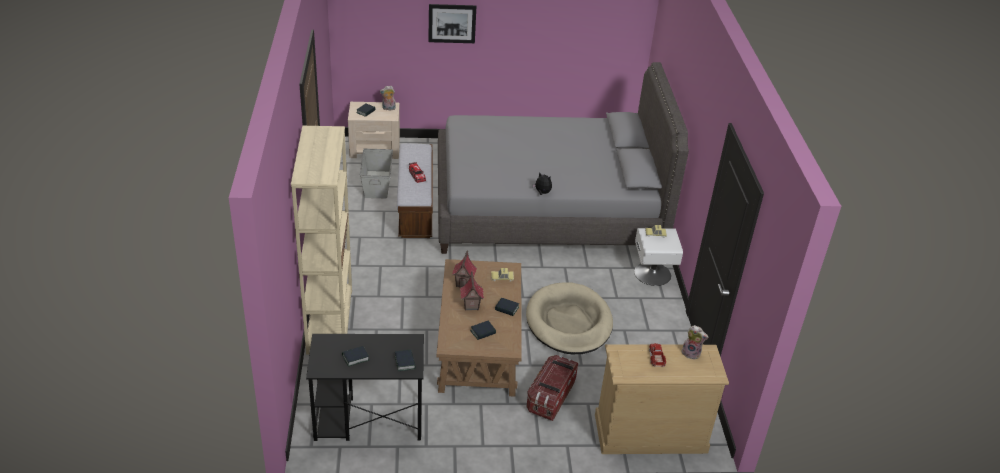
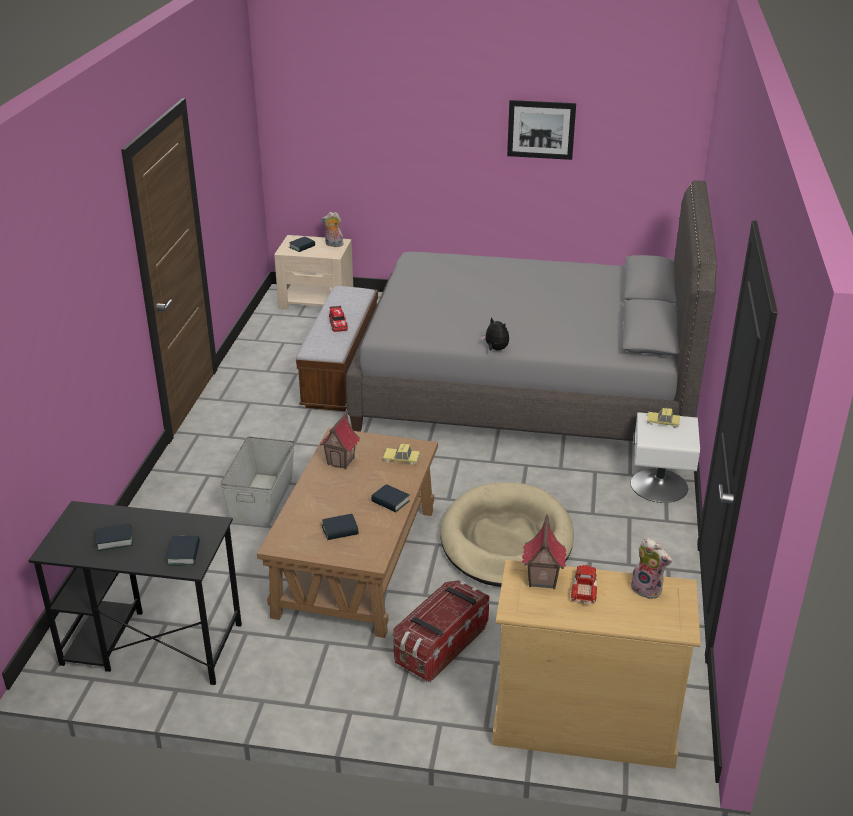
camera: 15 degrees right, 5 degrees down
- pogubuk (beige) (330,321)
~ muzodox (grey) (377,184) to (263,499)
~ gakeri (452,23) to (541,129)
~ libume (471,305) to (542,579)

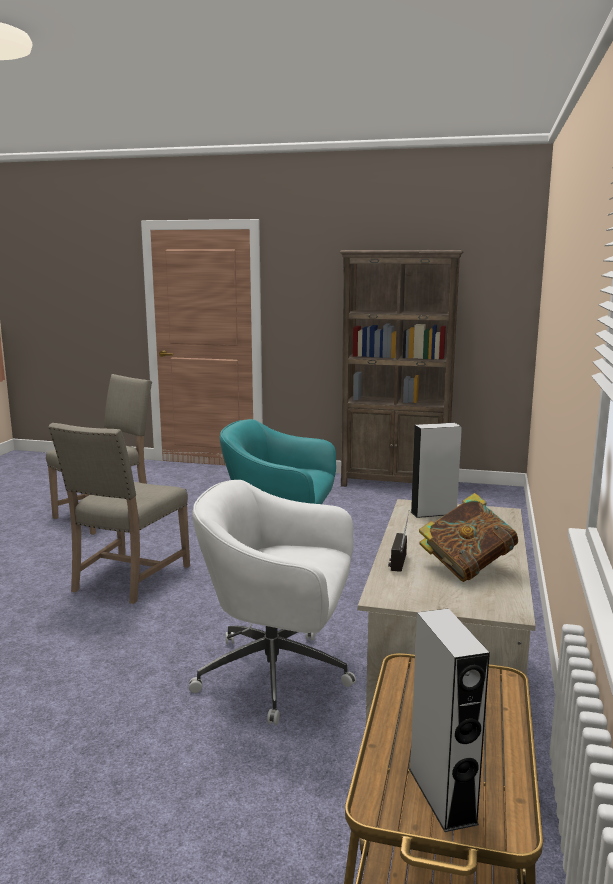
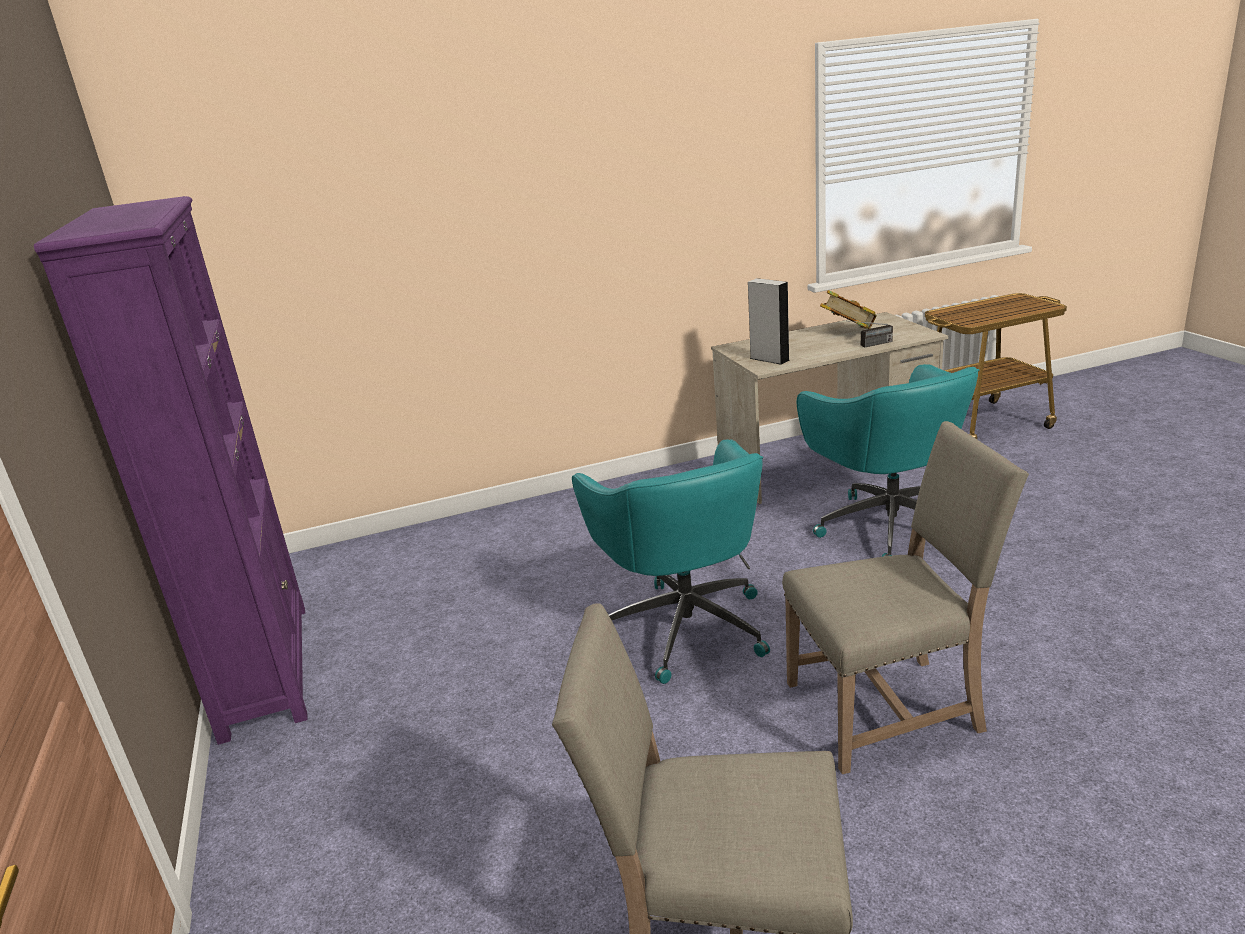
camera: 120 degrees left, 10 degrees up
~ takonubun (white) (278,675) to takonubun (turquoise) (888,525)
~ pogubuk (brown) (395,484) to pogubuk (purple) (266,668)
- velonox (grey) (442,795)

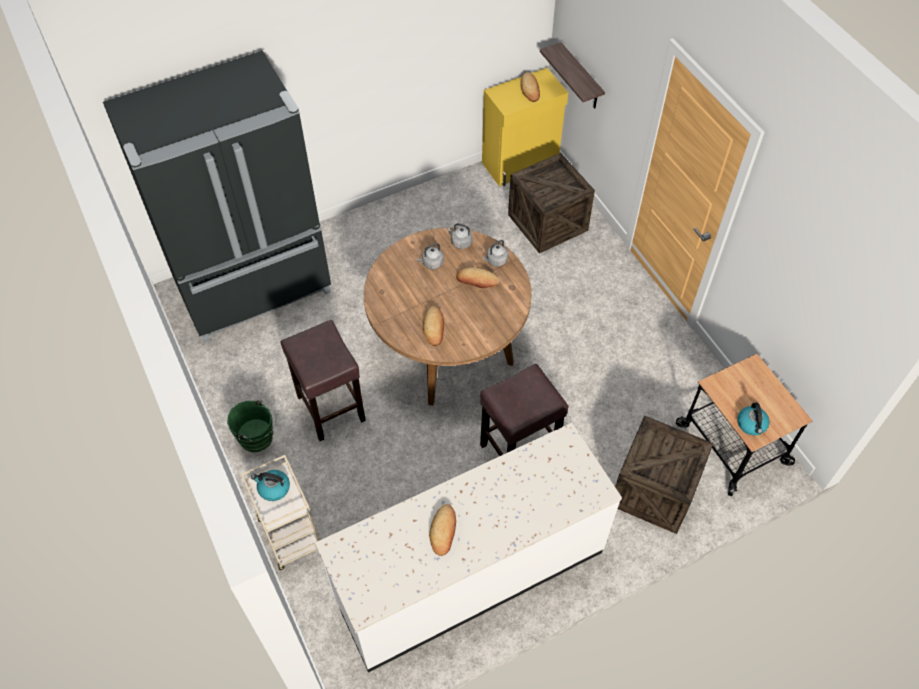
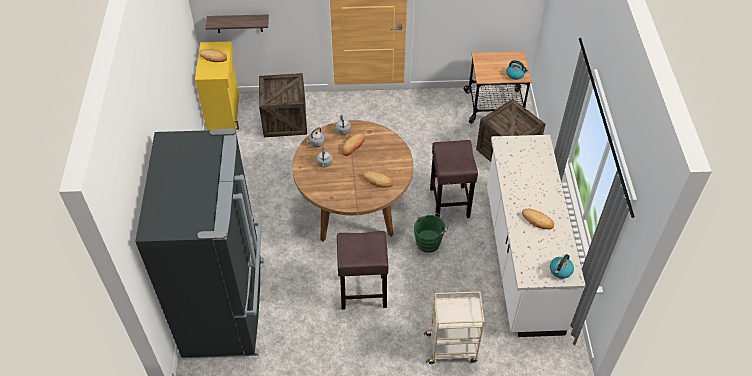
camera: 65 degrees left, 5 degrees down
~ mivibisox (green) (258,439) to (429,241)
~ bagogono (273,488) to (560,271)

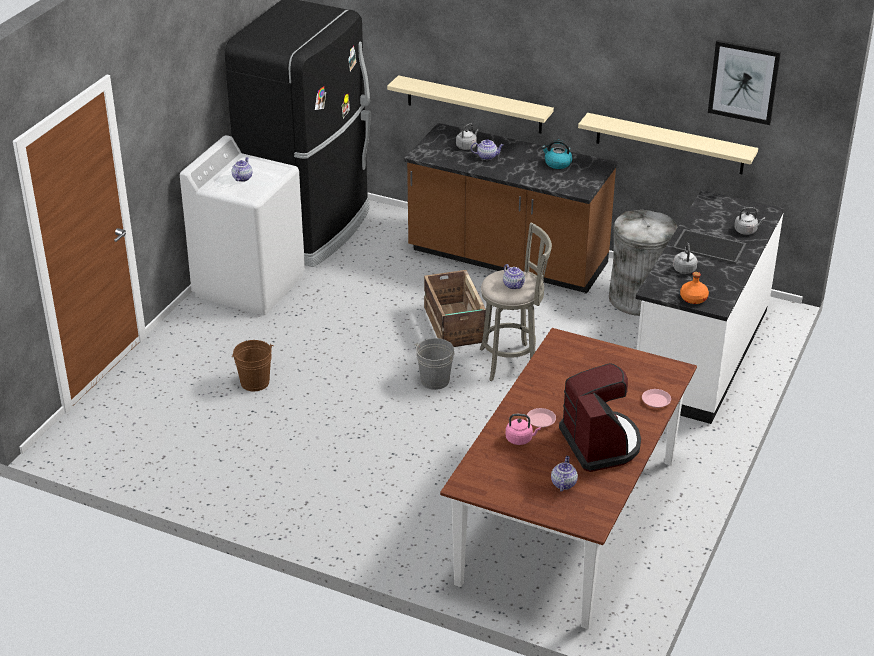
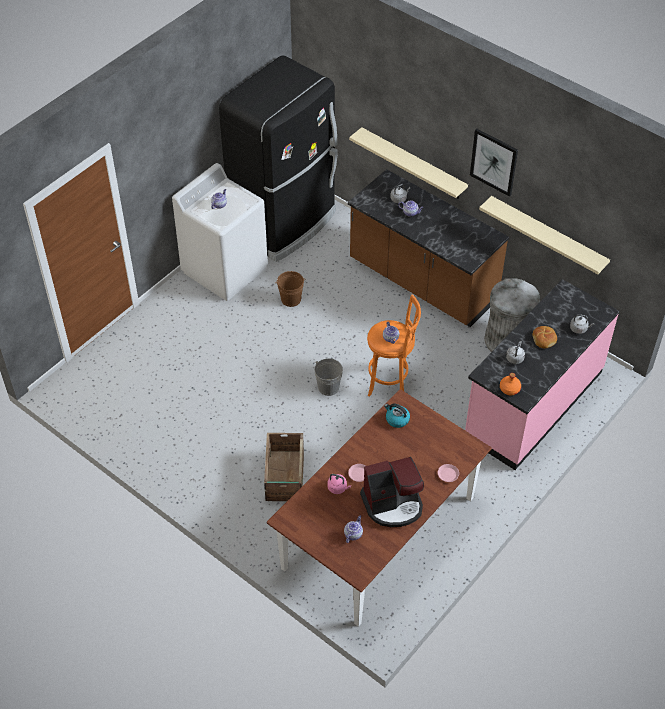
camera: 15 degrees right, 15 degrees up
~ mivibisox (brown) (255,382) to (291,299)
~ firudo (454,326) to (284,477)
~ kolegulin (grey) (512,362) to kolegulin (orange) (390,381)
~ bagogono (557,163) to (397,419)
~ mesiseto (601,443) = (393,504) 75 degrees clockwise
~ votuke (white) (699,354) to votuke (pink) (532,403)
~ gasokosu (710,246) to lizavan (544,339)
~ gakeri (744,82) to (494,162)

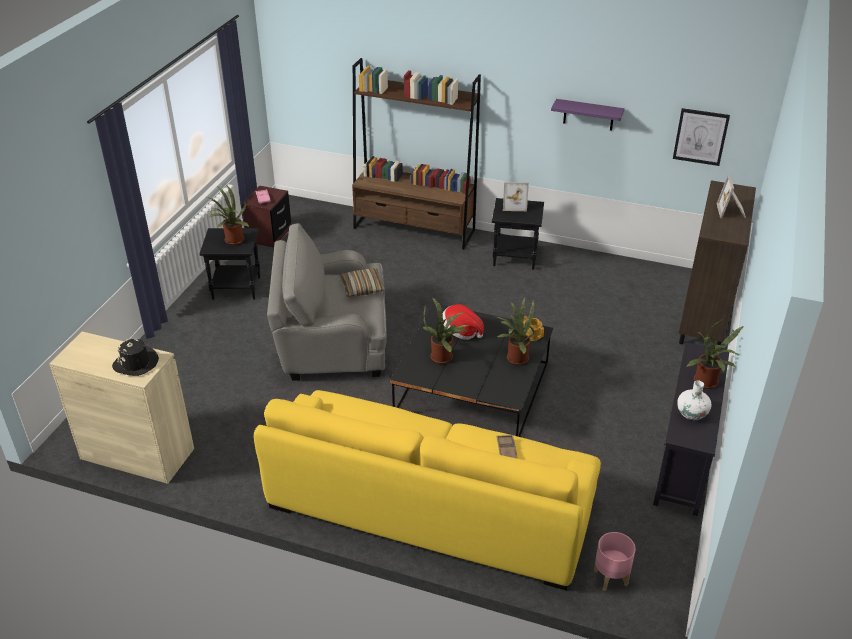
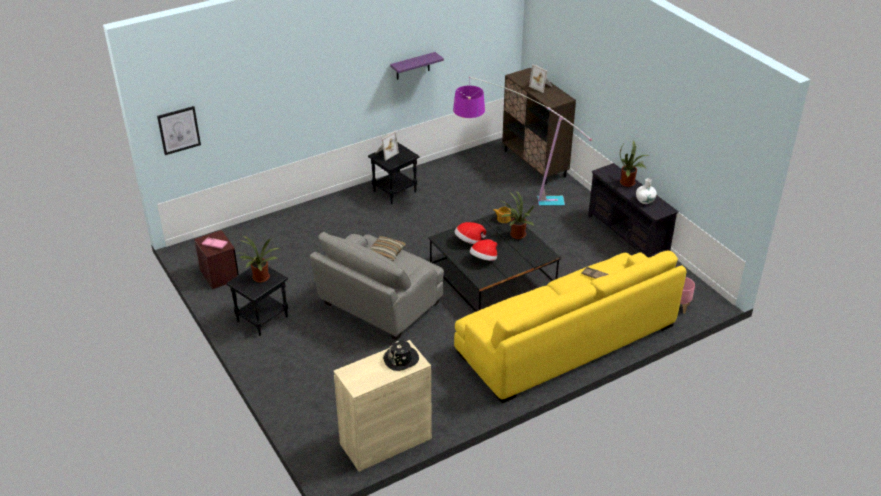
camera: 50 degrees left, 0 degrees up
- pogubuk (brown) (414,229)
~ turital (444,357) to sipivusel (484,259)
~ gakeri (700,136) to (179,130)
+ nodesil (504,201)

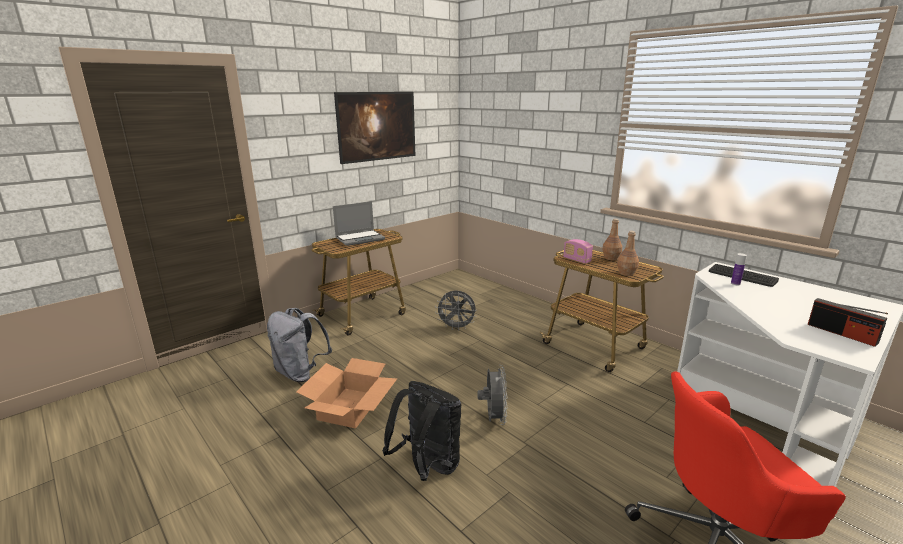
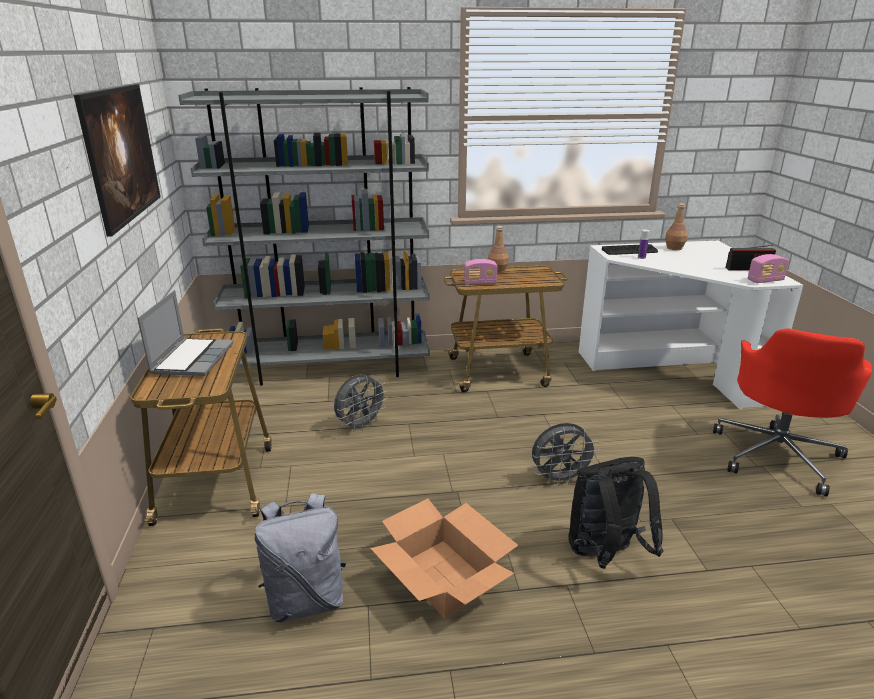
camera: 55 degrees left, 5 degrees up
~ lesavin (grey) (493,418) = (560,479) 135 degrees clockwise
~ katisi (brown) (626,273) to (674,248)
+ pogubuk (grey) (331,368)
+ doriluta (765,281)

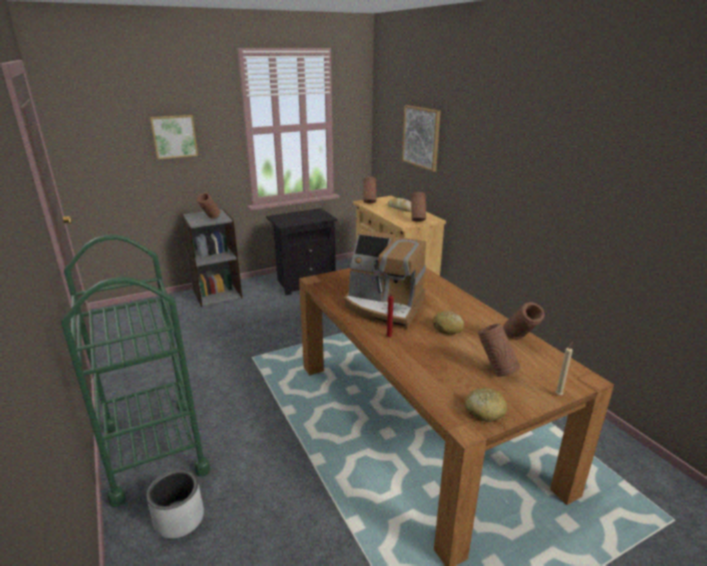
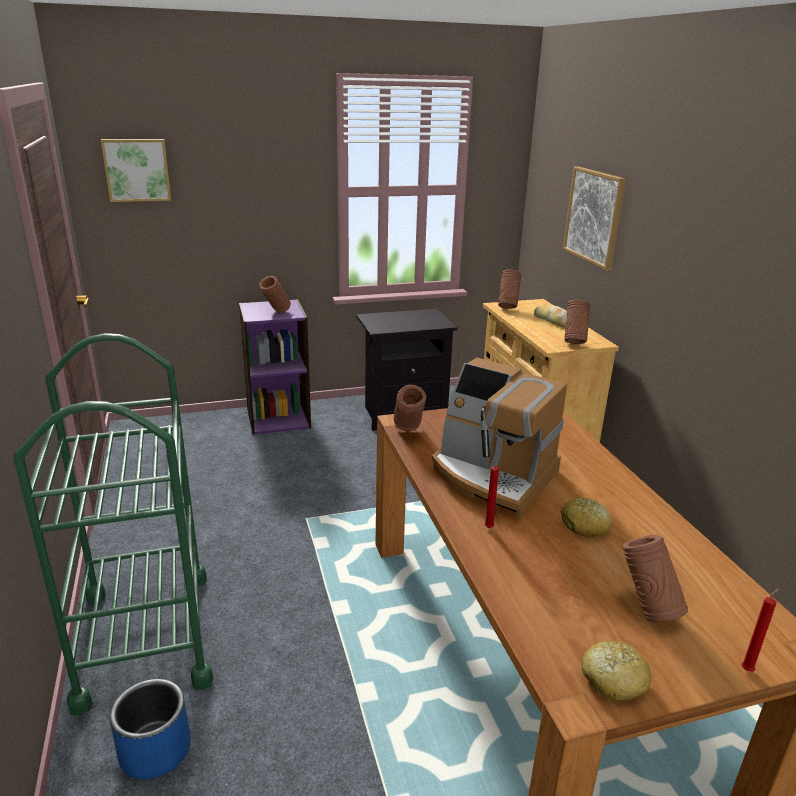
camera: 10 degrees right, 0 degrees up
~ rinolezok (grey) (179,518) to rinolezok (blue) (155,749)
~ gakeri (174,136) to (137,170)
~ pogubuk (grey) (217,294) to pogubuk (purple) (278,418)
~ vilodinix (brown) (519,341) to (408,433)
~ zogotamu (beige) (559,394) to zogotamu (red) (748,669)

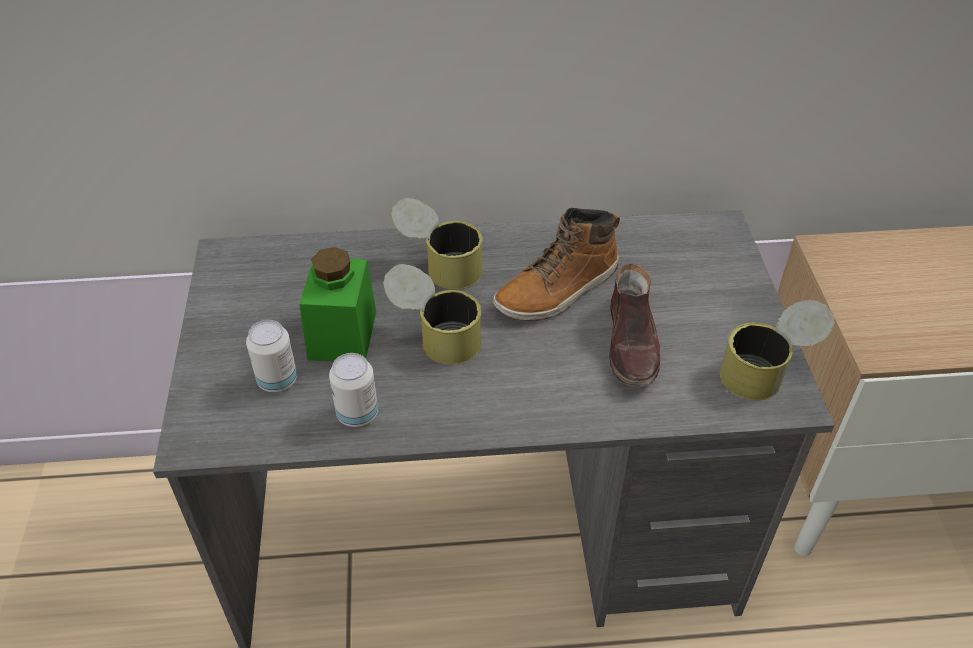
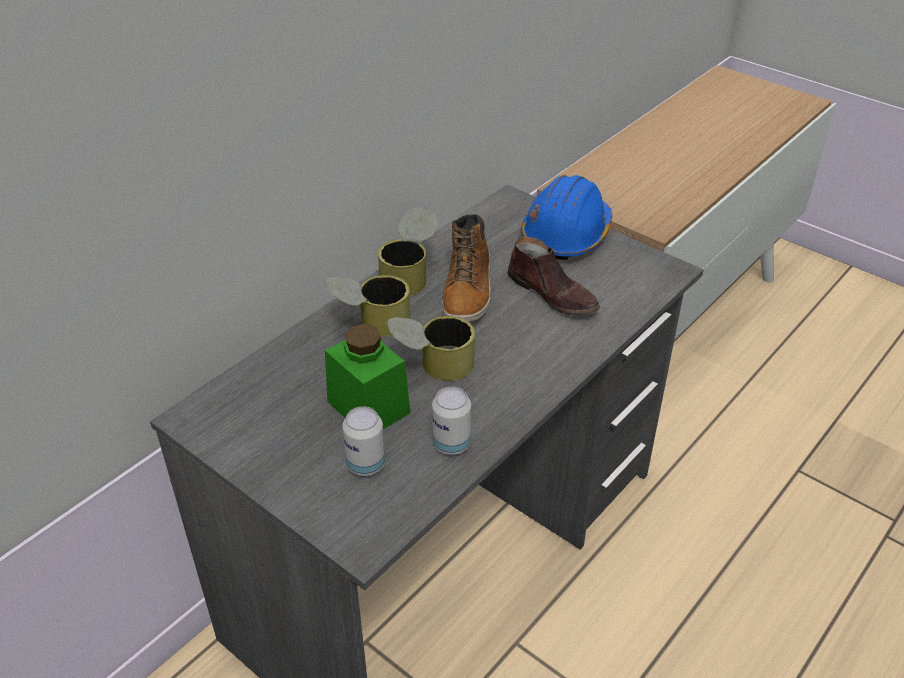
camera: 45 degrees left, 5 degrees down
~ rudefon (767,372) to (410,274)
+ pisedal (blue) (566,235)

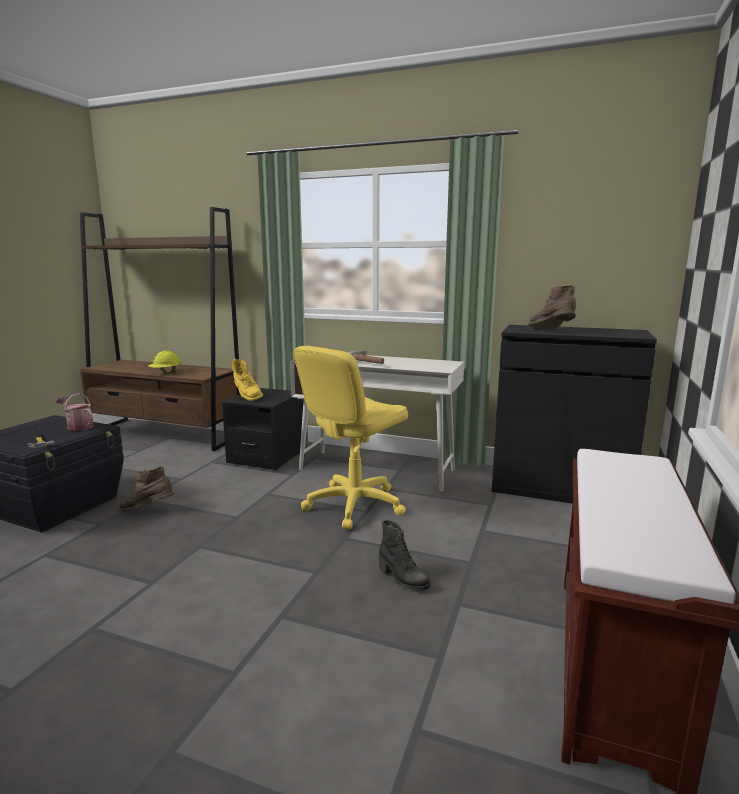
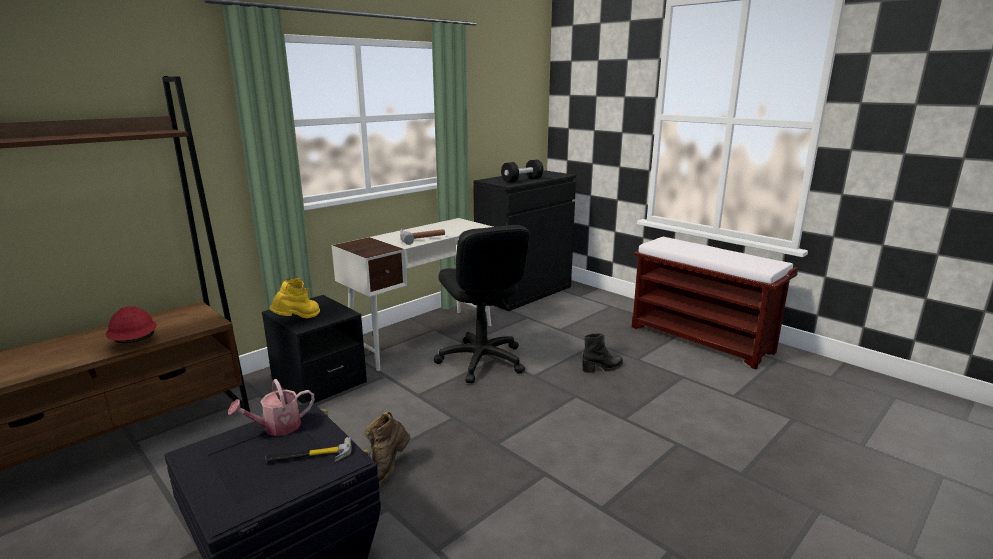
camera: 65 degrees left, 5 degrees up
~ pisedal (yellow) (166,373) to pisedal (red) (135,342)
~ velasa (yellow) (246,396) = (298,320) 45 degrees counterclockwise
~ takonubun (yellow) (354,504) to takonubun (black) (481,361)
~ velasa (brown) (551,331) to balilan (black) (522,180)

